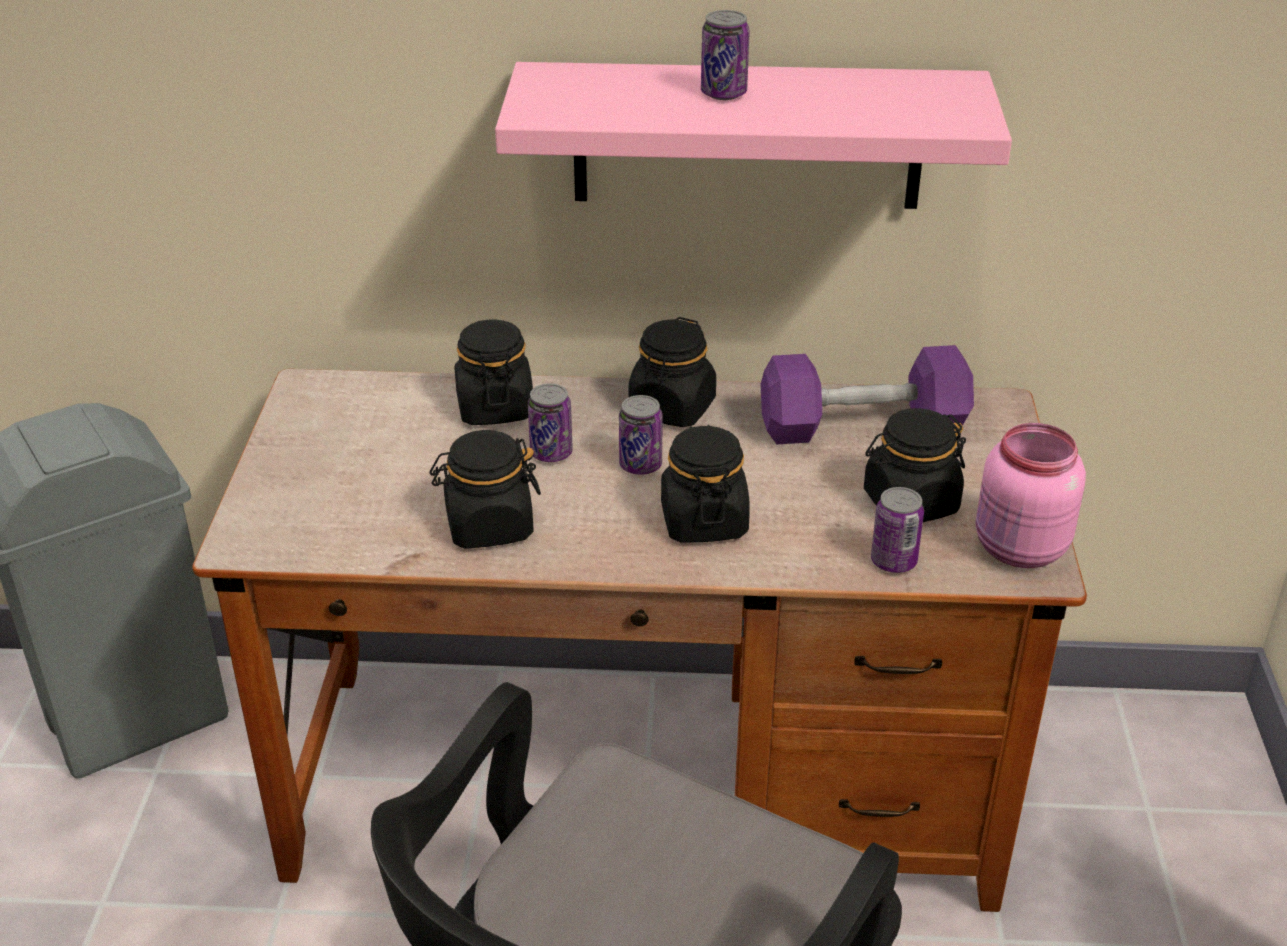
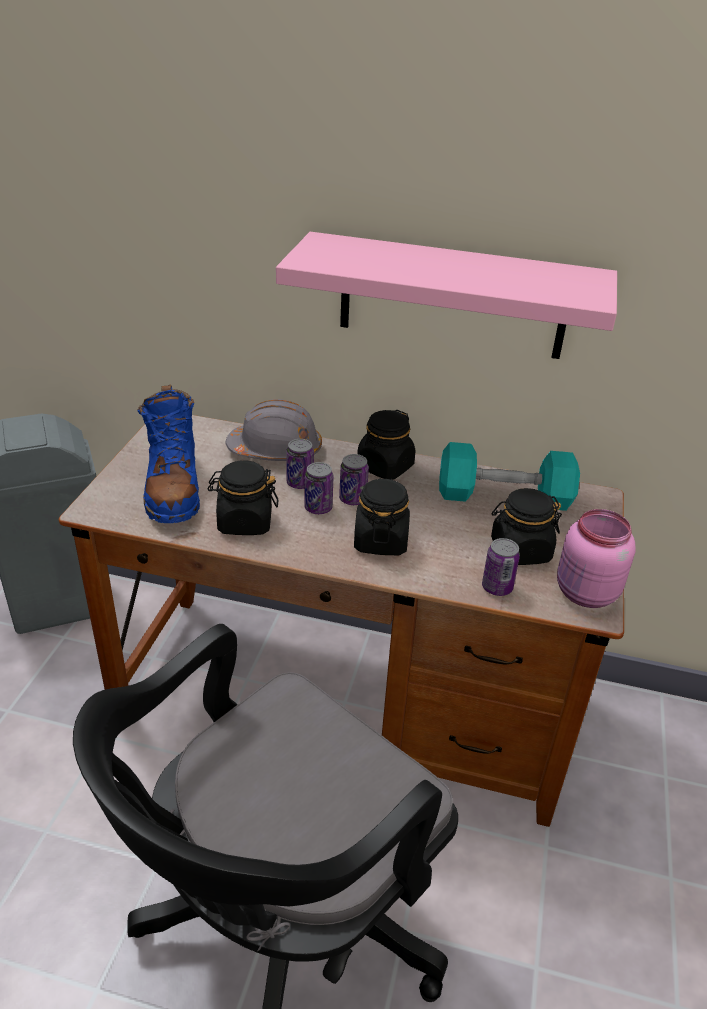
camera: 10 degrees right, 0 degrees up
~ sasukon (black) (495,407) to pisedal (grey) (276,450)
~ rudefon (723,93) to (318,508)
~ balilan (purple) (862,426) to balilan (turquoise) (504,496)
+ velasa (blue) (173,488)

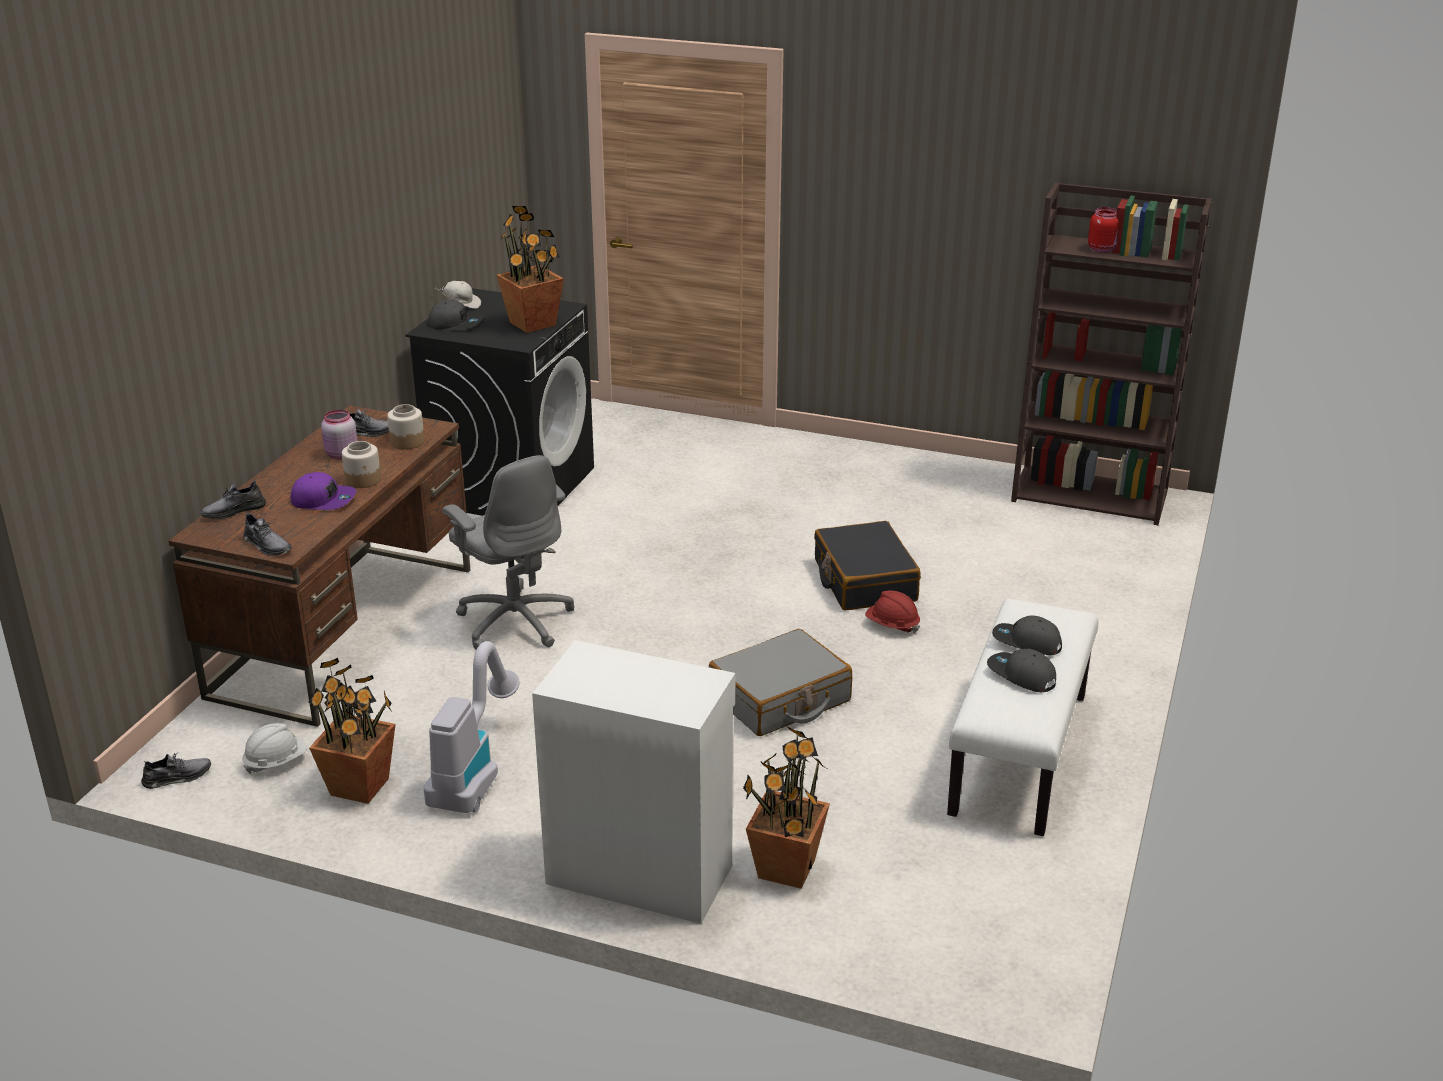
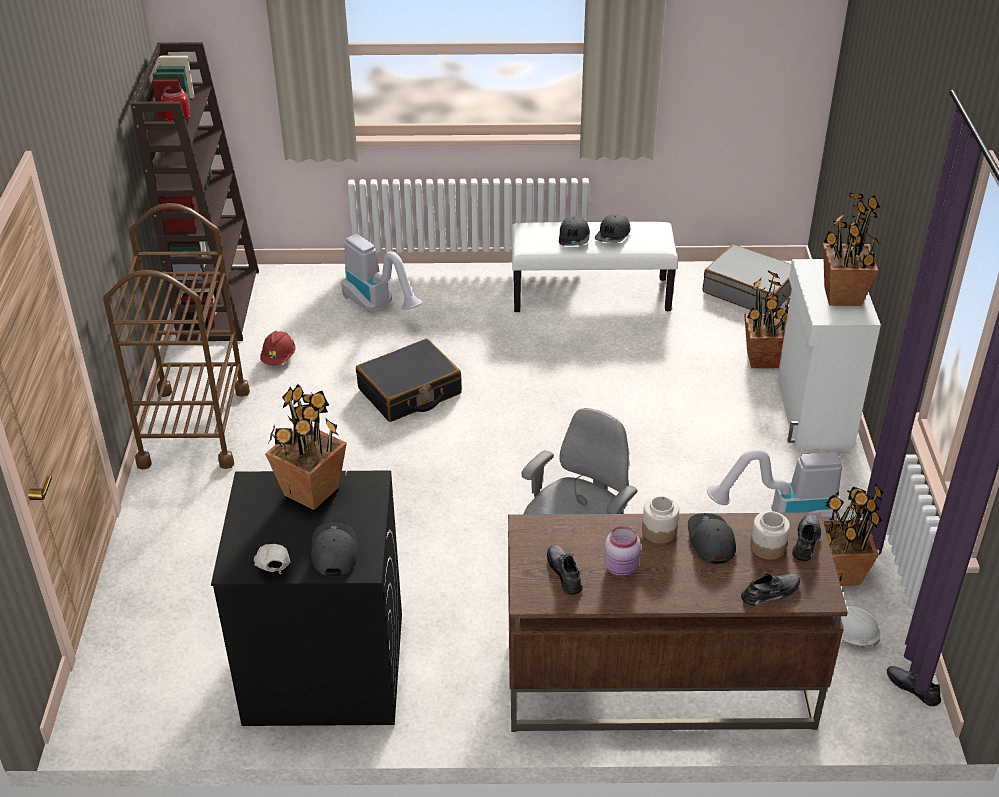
camera: 110 degrees left, 10 degrees up
~ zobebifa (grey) (233,511) = (770,592) 60 degrees counterclockwise
~ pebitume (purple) (324,500) to pebitume (grey) (710,541)
~ sasukon (407,442) to (767,547)
~ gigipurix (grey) (780,699) to (749,291)
~ pisedal (red) (892,626) to (279,358)
+ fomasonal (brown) (194,427)
+ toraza (379,307)
+ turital (841,296)

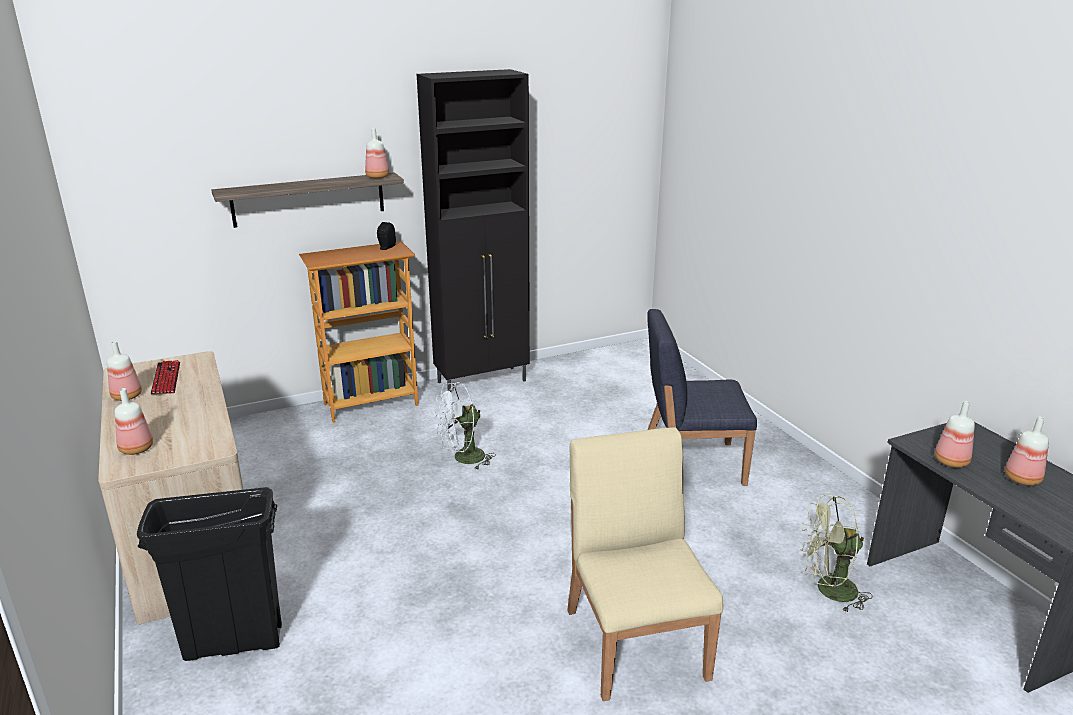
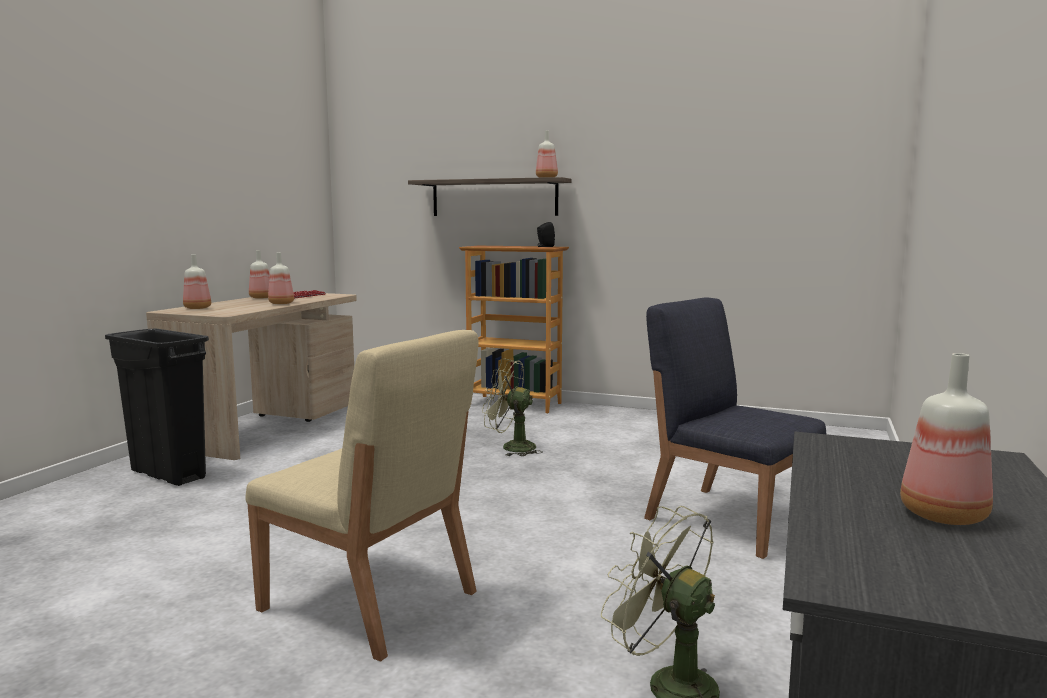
camera: 45 degrees right, 15 degrees down
- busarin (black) (483,381)
~ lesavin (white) (463,459) to lesavin (green) (511,447)
~ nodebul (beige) (636,641) = (370,602) 90 degrees clockwise
~ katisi (950,461) to (281,303)

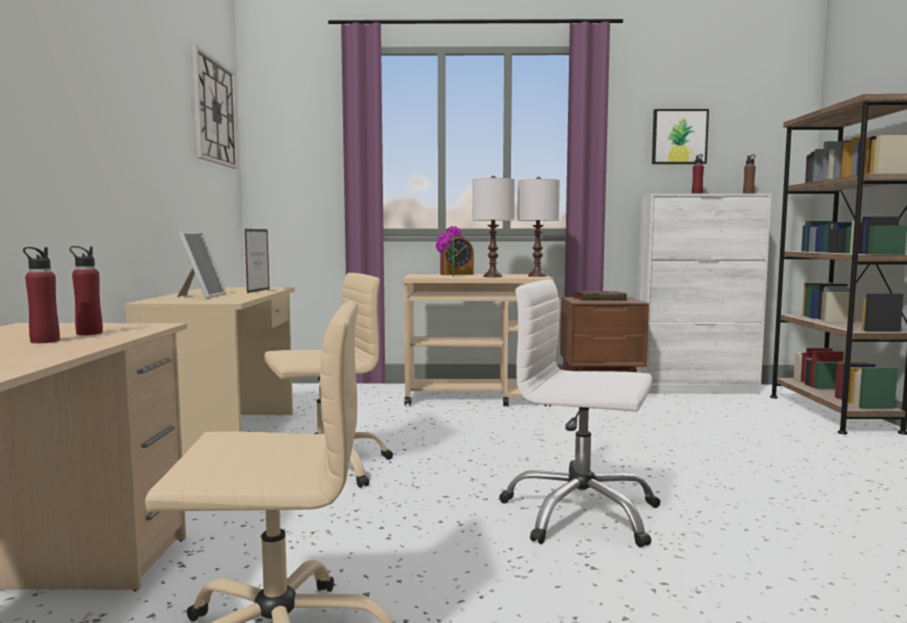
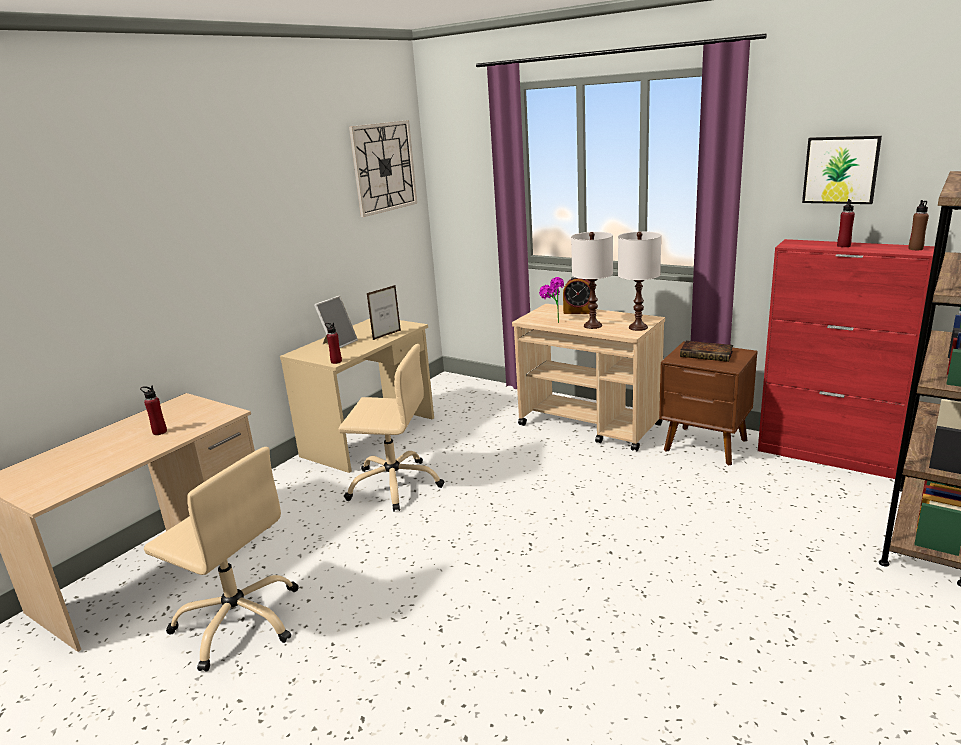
camera: 35 degrees right, 15 degrees up
~ katisi (red) (89,333) to (336,361)
- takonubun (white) (580,514)
~ busarin (white) (696,389) to busarin (red) (827,456)

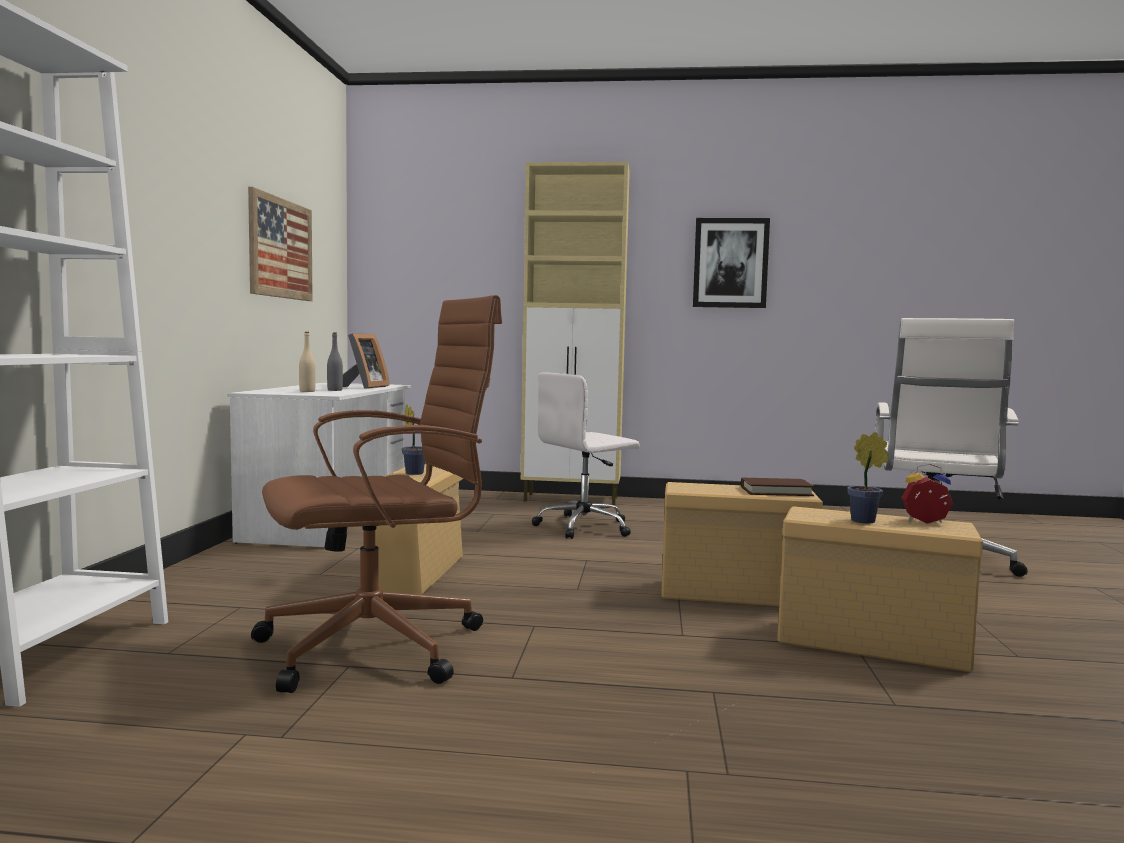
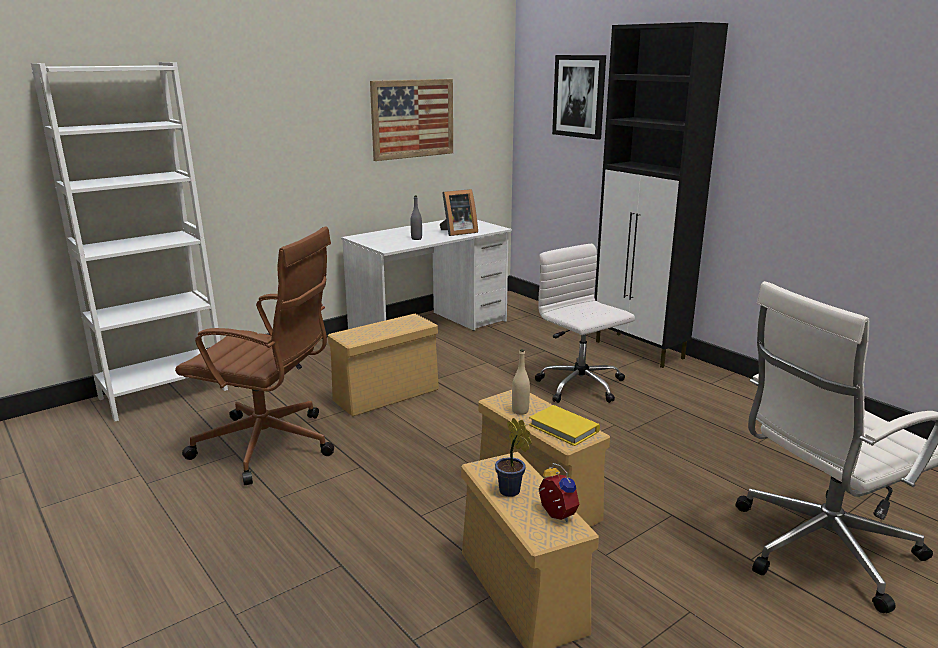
camera: 45 degrees right, 15 degrees up
~ katisi (beige) (307,391) to (520,411)
- turital (413,473)
~ busarin (beige) (572,499) to busarin (black) (640,350)
~ takonubun (white) (585,527) = (581,386) 45 degrees clockwise
~ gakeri (730,263) to (579,96)
~ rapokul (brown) (776,491) to rapokul (yellow) (563,428)

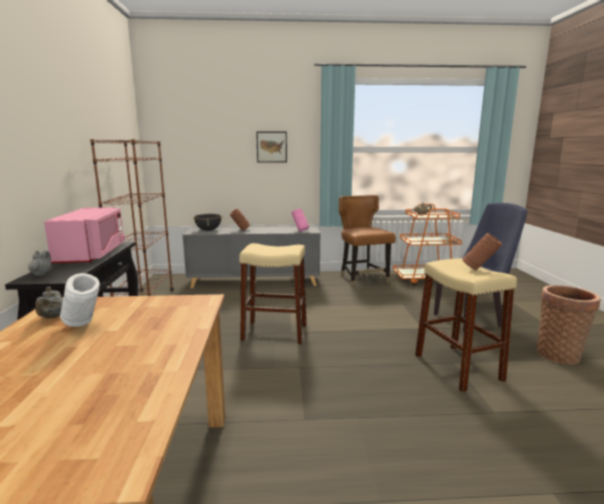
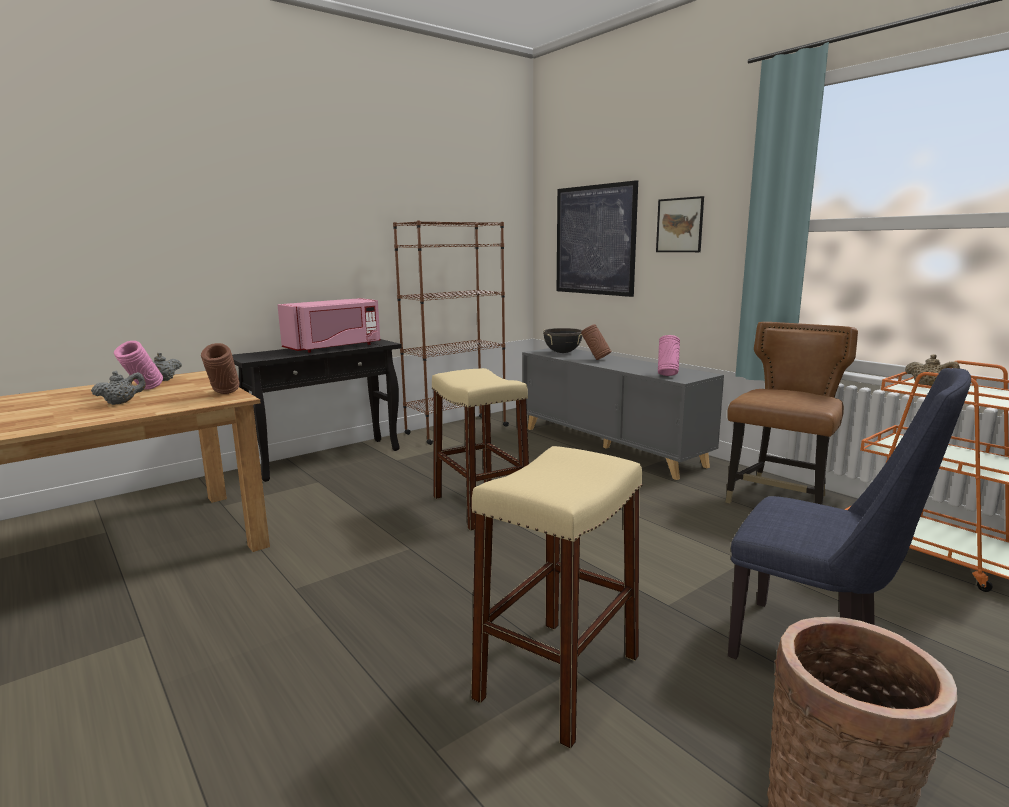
camera: 55 degrees right, 0 degrees up
~ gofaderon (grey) (41,274) to (121,403)
~ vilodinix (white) (83,327) to vilodinix (pink) (143,390)
~ vilodinix (brown) (479,270) to (224,395)
+ gakeri (595,240)

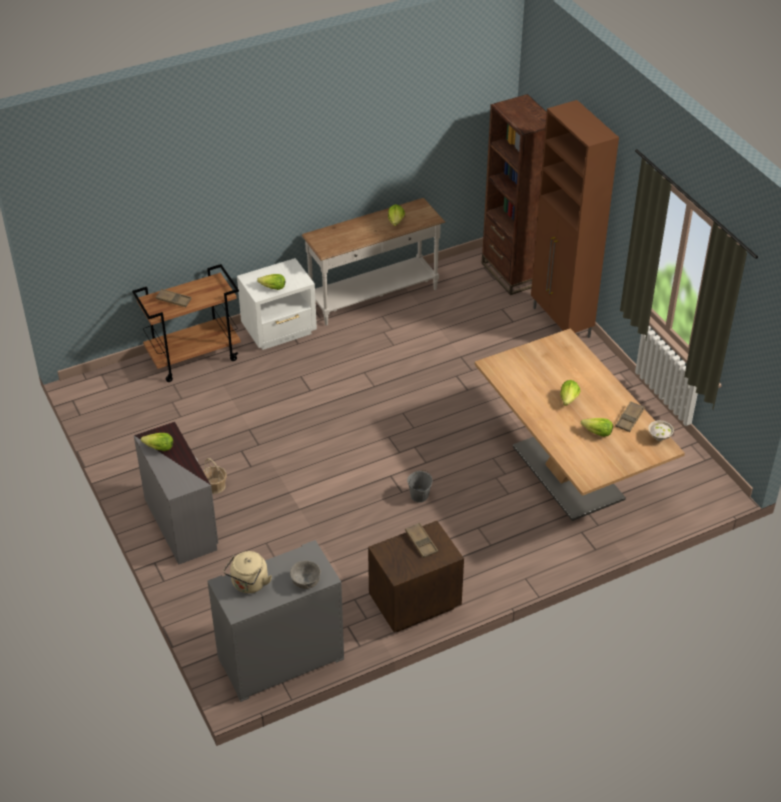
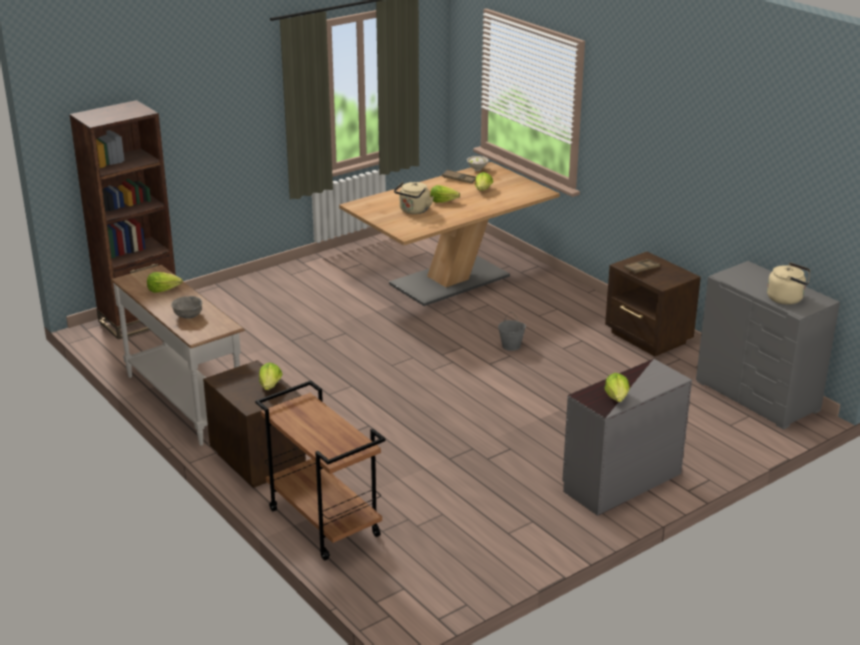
camera: 100 degrees left, 15 degrees down
- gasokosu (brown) (173,300)
- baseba (215,486)
~ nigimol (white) (280,331) to nigimol (brown) (258,461)
~ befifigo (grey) (306,581) to (188,315)
- busarin (brown) (561,323)
+ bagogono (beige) (413,211)

